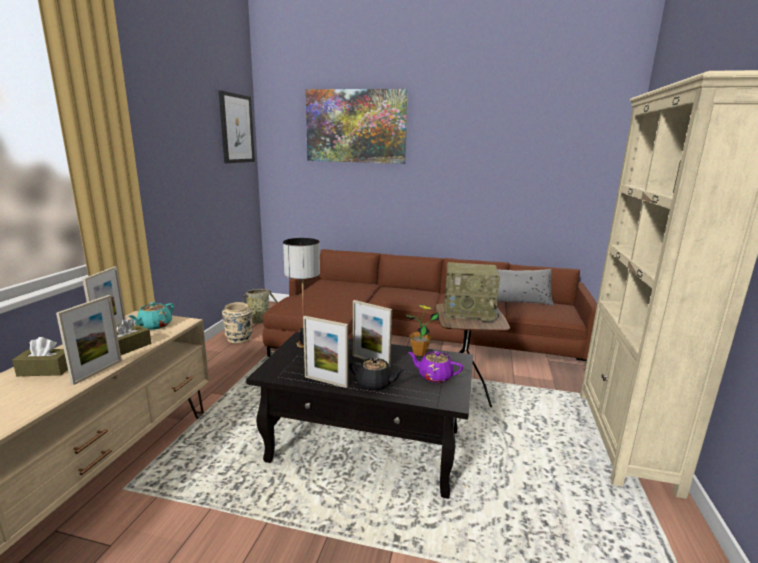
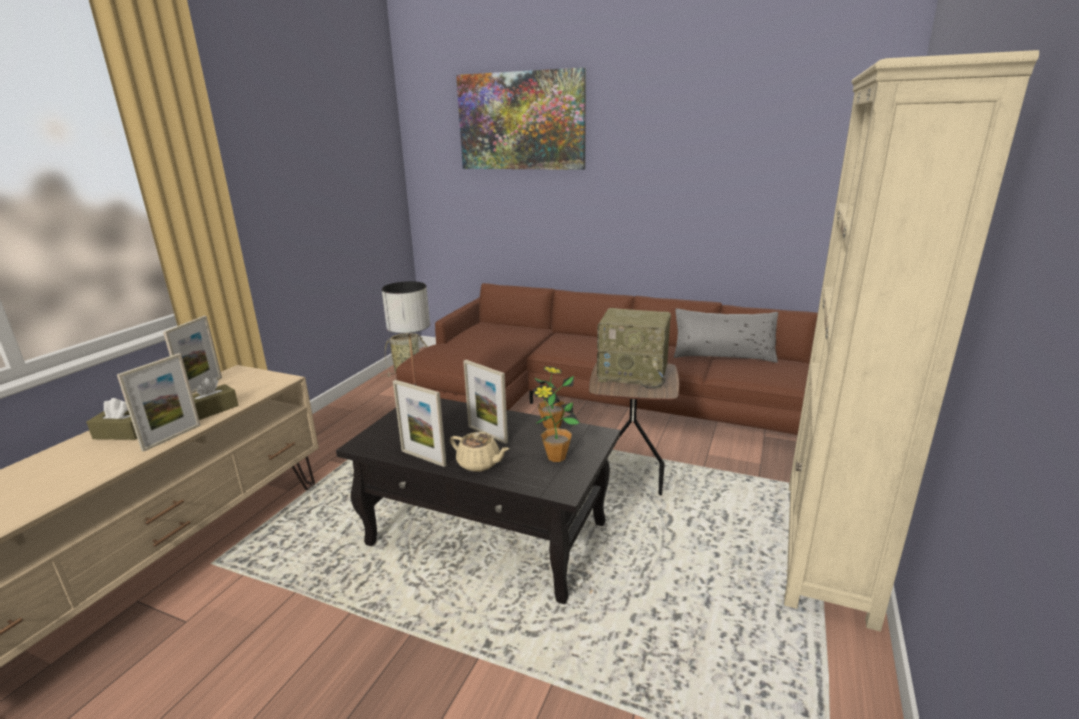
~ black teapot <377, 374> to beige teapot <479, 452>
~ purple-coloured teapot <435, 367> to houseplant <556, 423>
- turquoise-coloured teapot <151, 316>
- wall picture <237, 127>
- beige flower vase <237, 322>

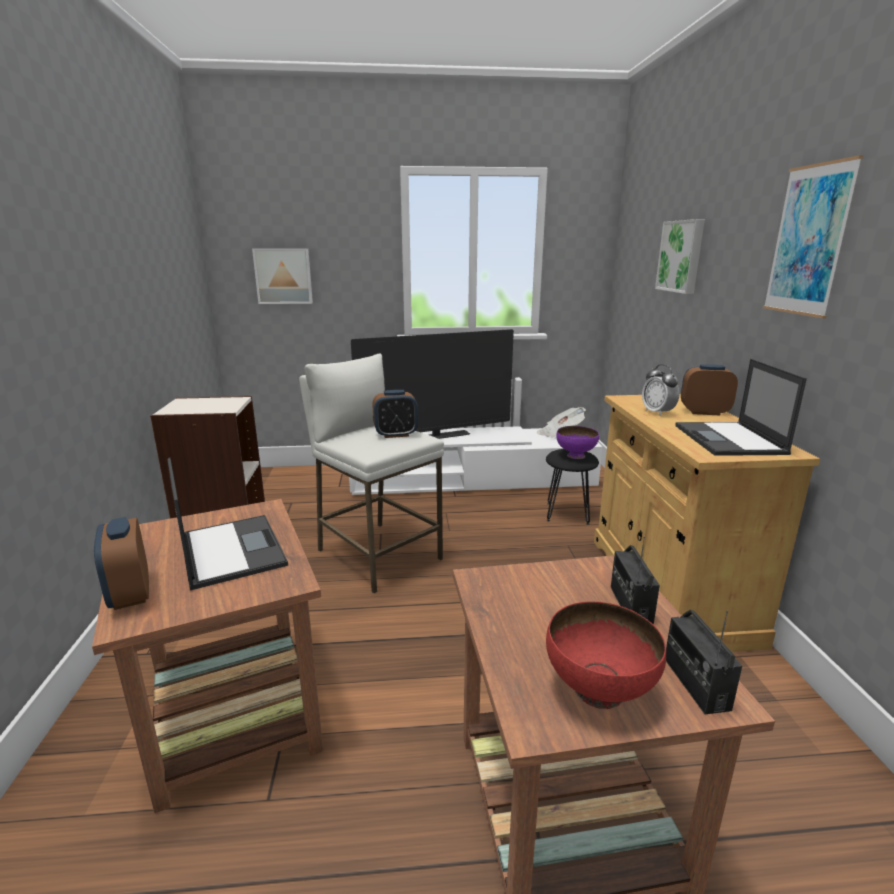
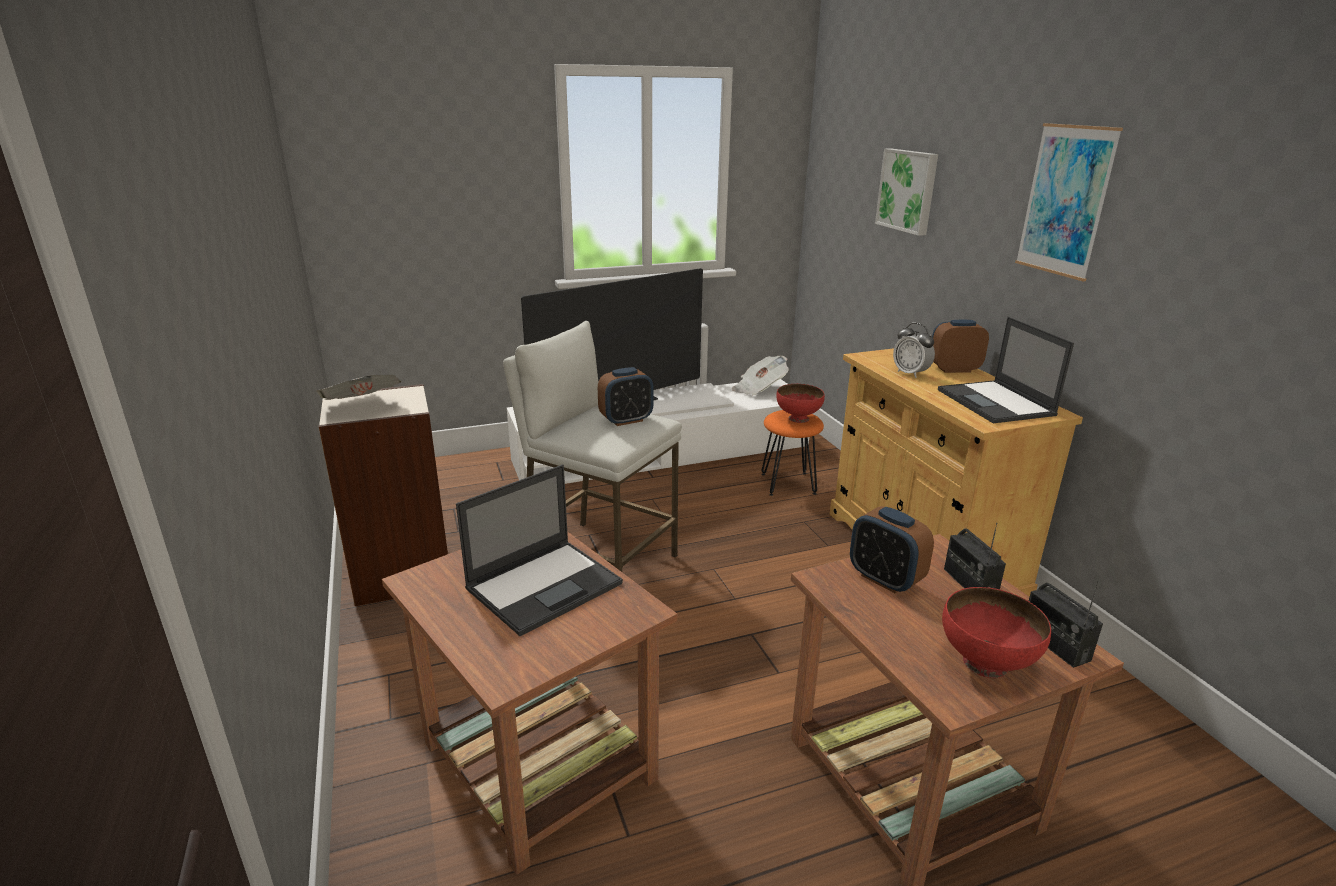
+ printed paper <359, 387>
~ laptop <227, 524> = <539, 550> 90 degrees clockwise
~ black sitting stool <572, 487> to orange sitting stool <792, 453>
~ purple-coloured deep dish <577, 442> to reddish deep dish <800, 403>
~ table clock <121, 563> to <892, 549>
- wall picture <282, 276>

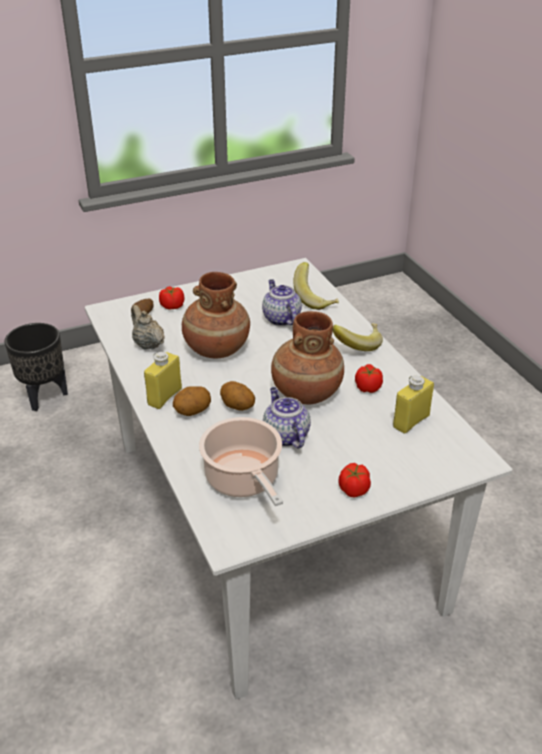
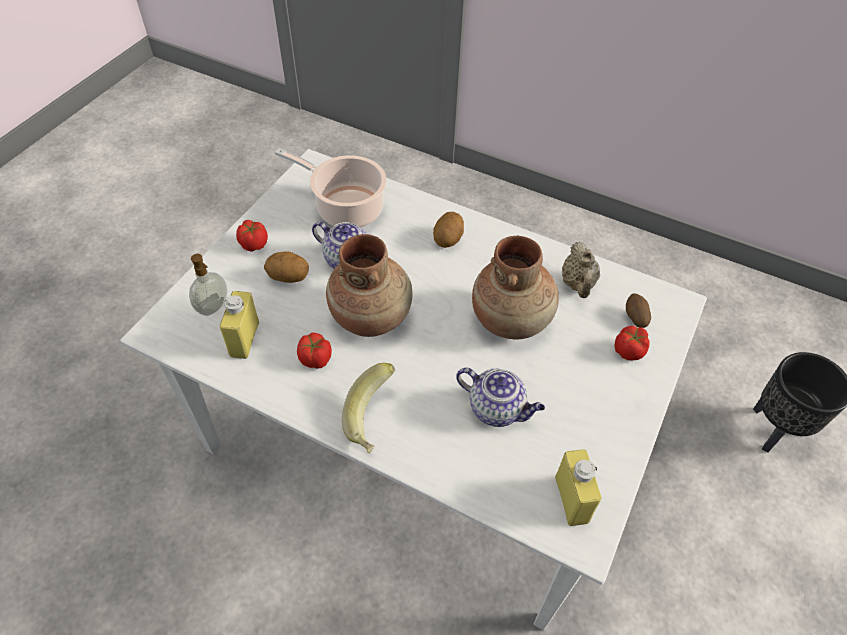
+ soap dispenser <208, 285>
~ potato <237, 396> to <286, 267>
~ yellow-coloured bottle <163, 380> to <578, 487>
~ beige teapot <148, 327> = <581, 270> 75 degrees clockwise
- banana <316, 286>

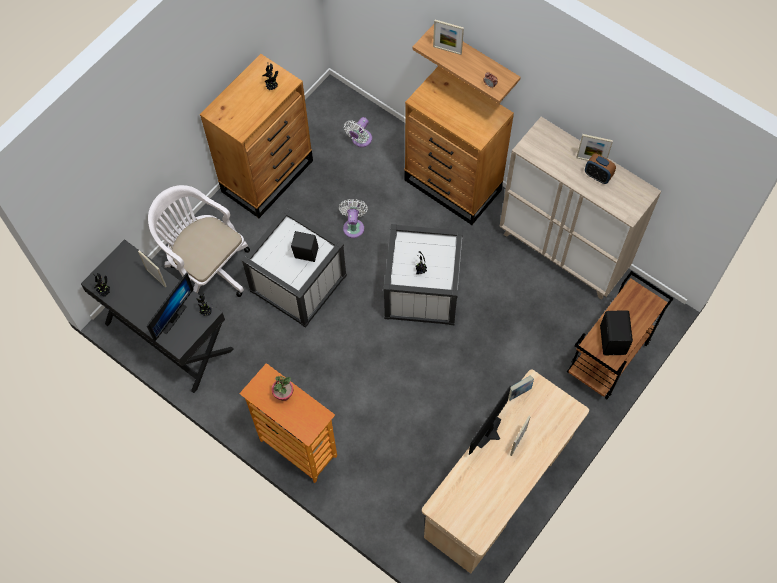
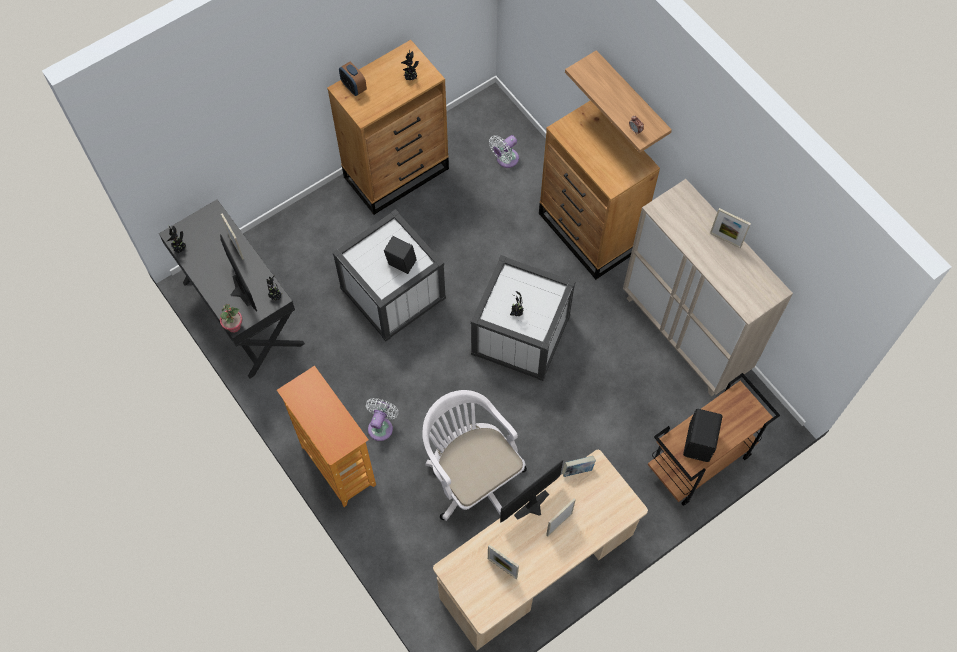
~ computer screen <170, 307> = <238, 273> 75 degrees counterclockwise
~ houseplant <283, 388> to <231, 318>
~ table clock <600, 168> to <353, 79>
~ white-coloured electric fan <353, 218> to <382, 419>
~ white-coloured office chair <199, 241> to <474, 455>
~ photo frame <448, 37> to <503, 562>

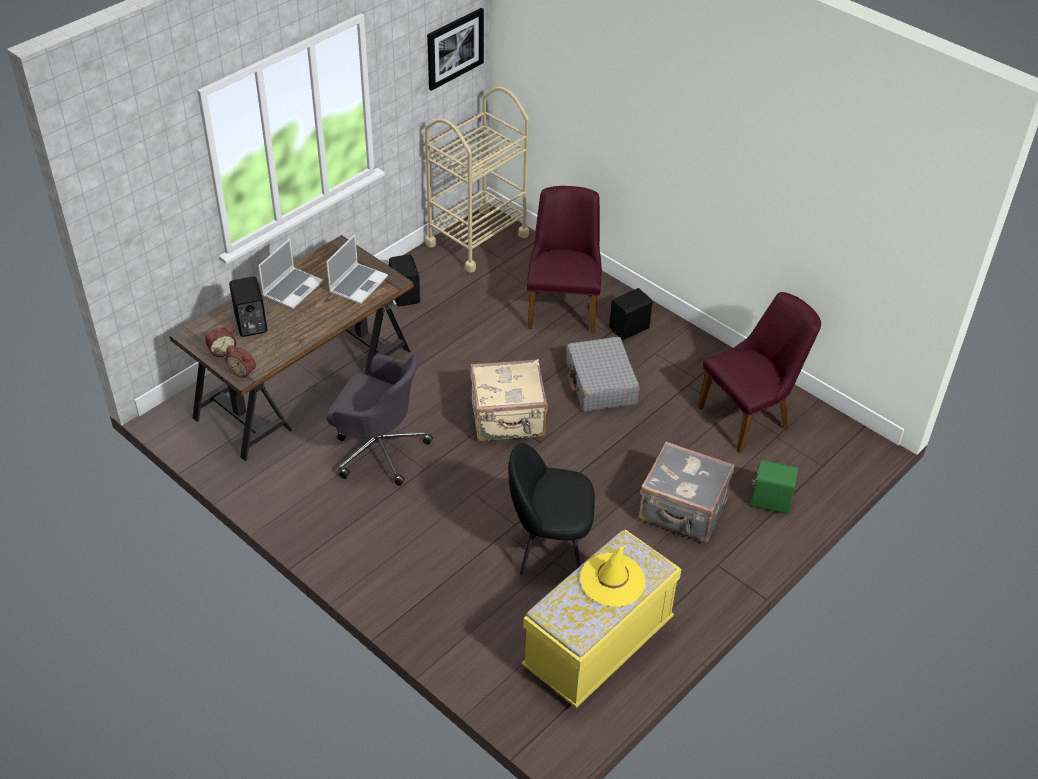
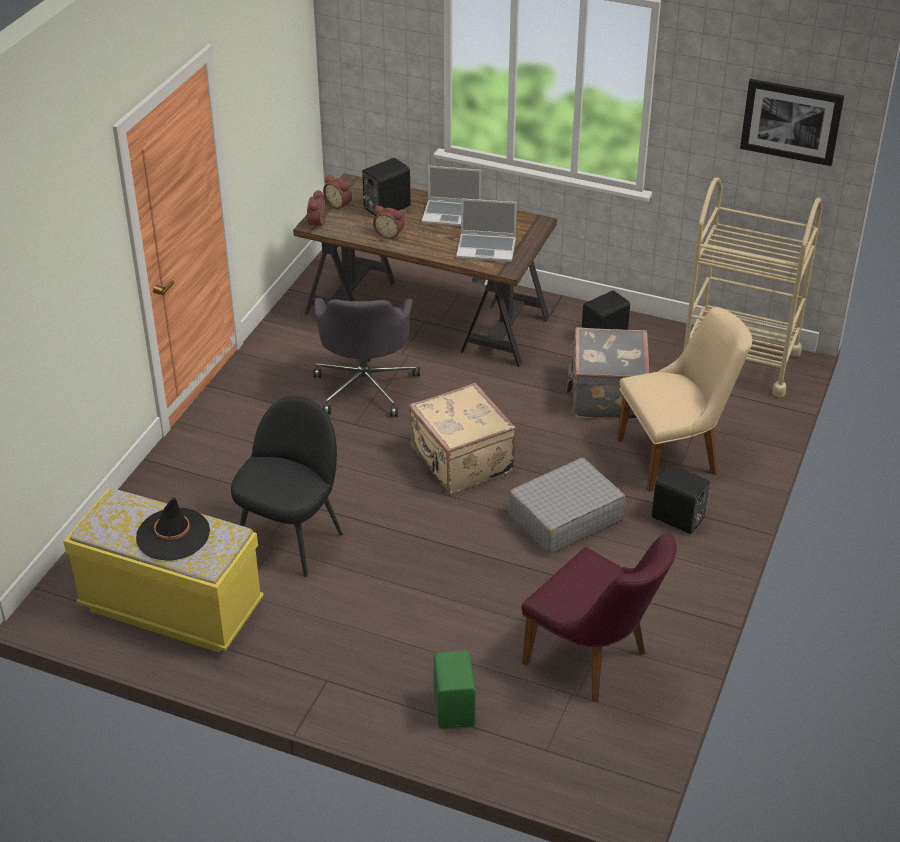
~ yellow-coloured hat <612, 576> to black hat <173, 529>
~ black chair <552, 509> = <287, 486> 45 degrees clockwise
+ table clock <388, 222>
~ gray piece of luggage <687, 492> to <607, 373>
~ purple-coloured chair <564, 259> to beige chair <684, 399>

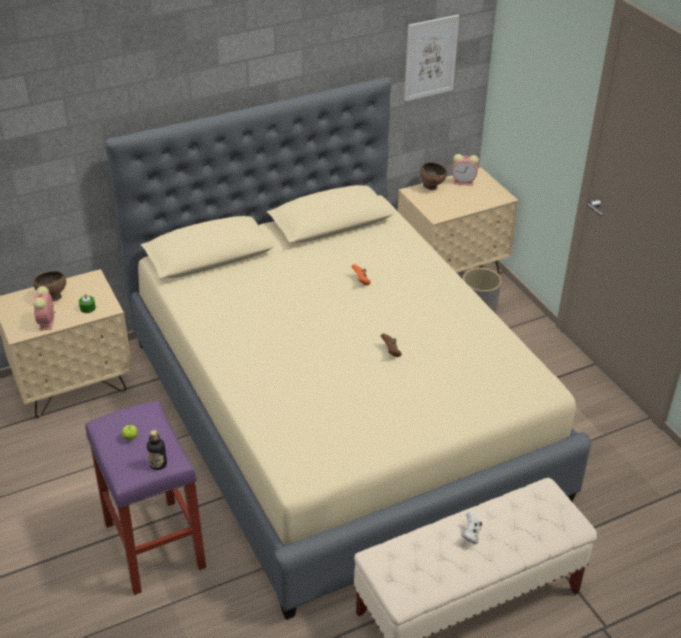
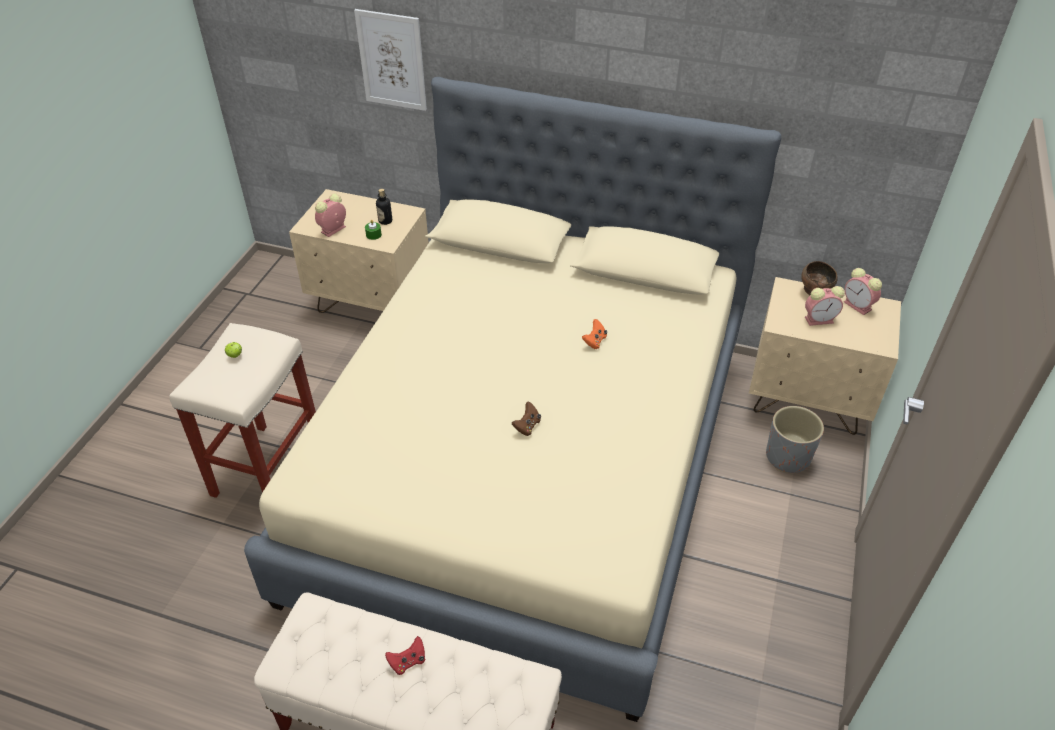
~ purple-coloured sitting stool <145, 497> to beige sitting stool <243, 410>
~ wall picture <431, 58> to <390, 60>
~ bottle <157, 450> to <384, 207>
~ white-coloured game controller <472, 528> to reddish game controller <405, 655>
+ table clock <825, 306>
- brown-coloured deep dish <49, 286>

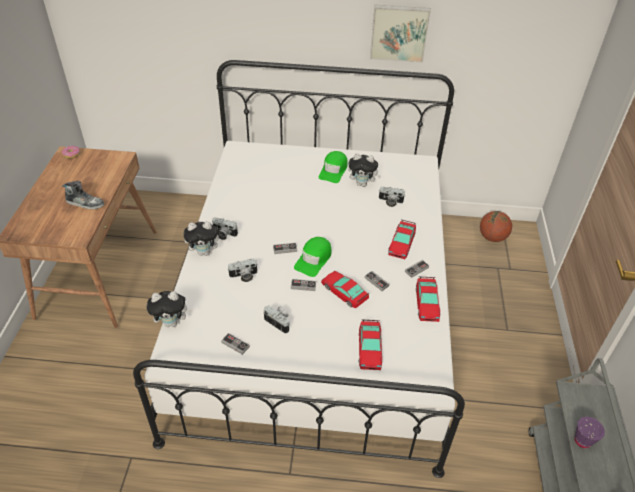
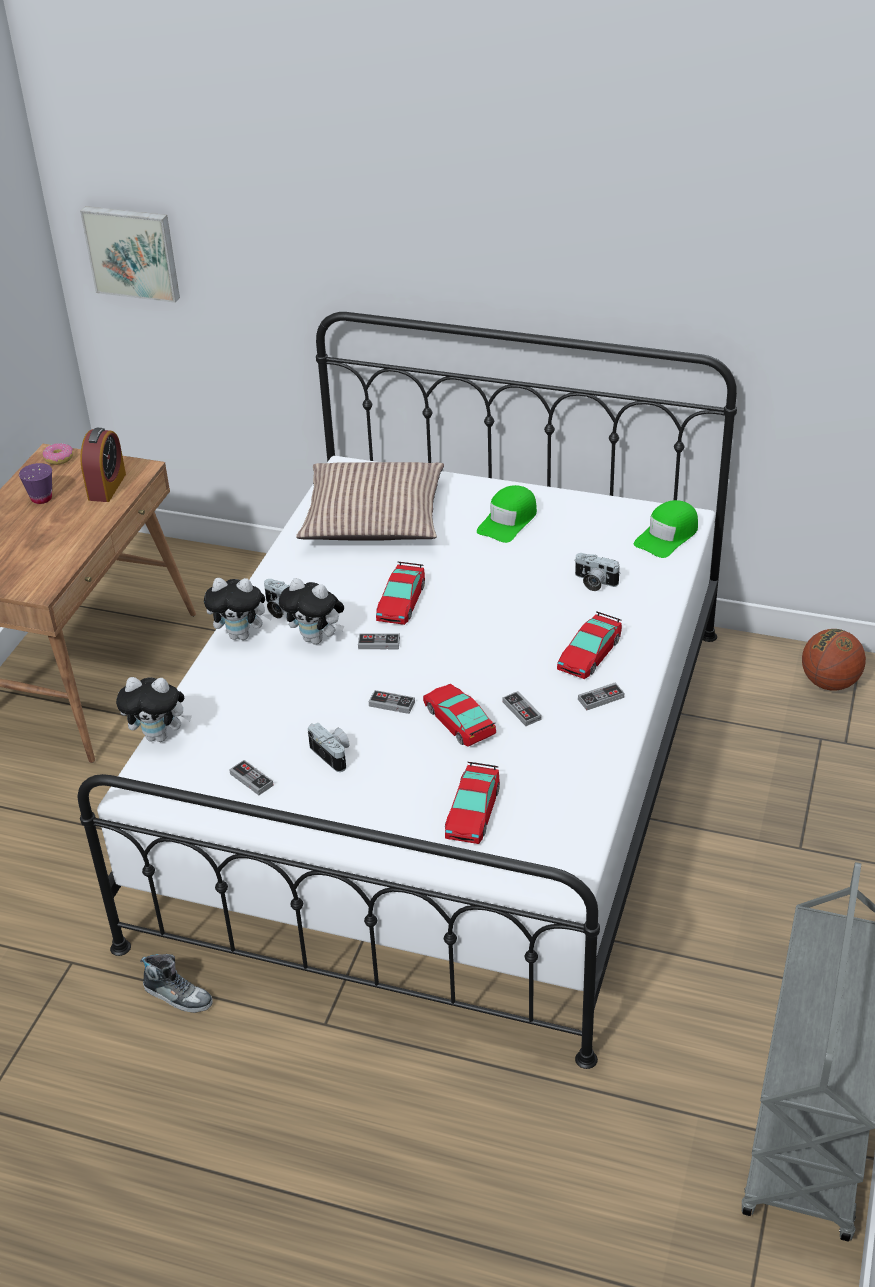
~ purple-coloured small cup <590, 432> to <35, 483>
~ wall picture <400, 33> to <130, 254>
+ table clock <103, 465>
~ item of footwear <83, 195> to <176, 983>
~ soft toy <364, 170> to <311, 611>
+ cushion <370, 501>
~ model car <428, 299> to <400, 593>
~ green-coloured baseball cap <313, 257> to <666, 529>
- photo camera <242, 270>

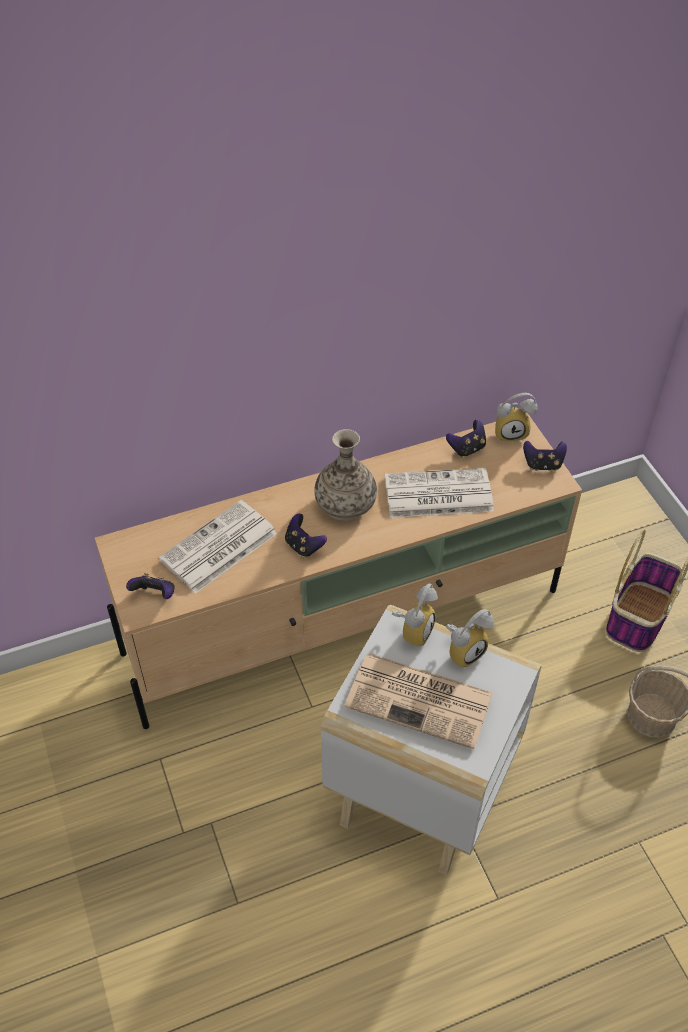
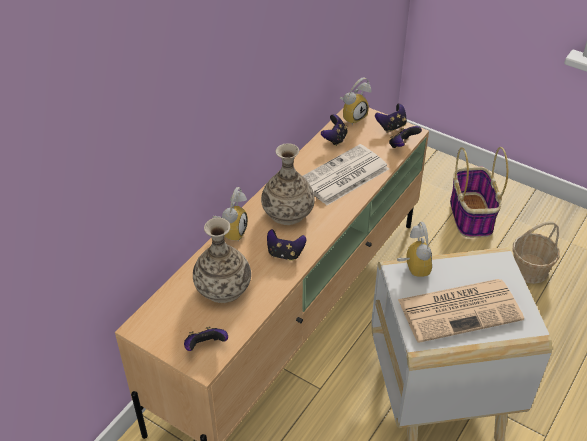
~ printed paper <218, 547> to flower vase <222, 260>
~ table clock <470, 638> to <230, 214>
+ game controller <405, 137>

